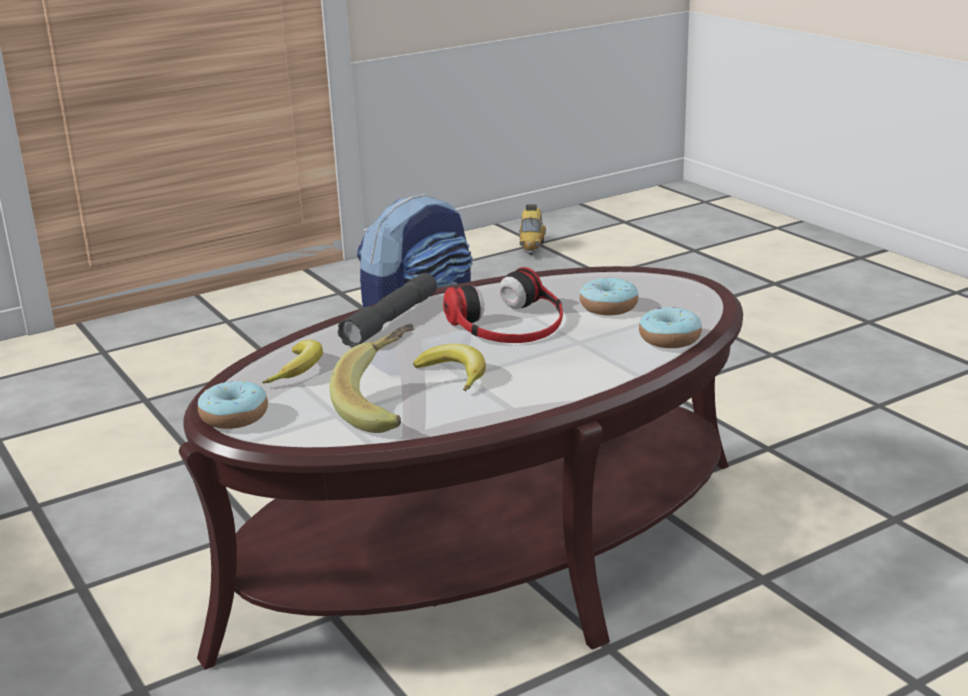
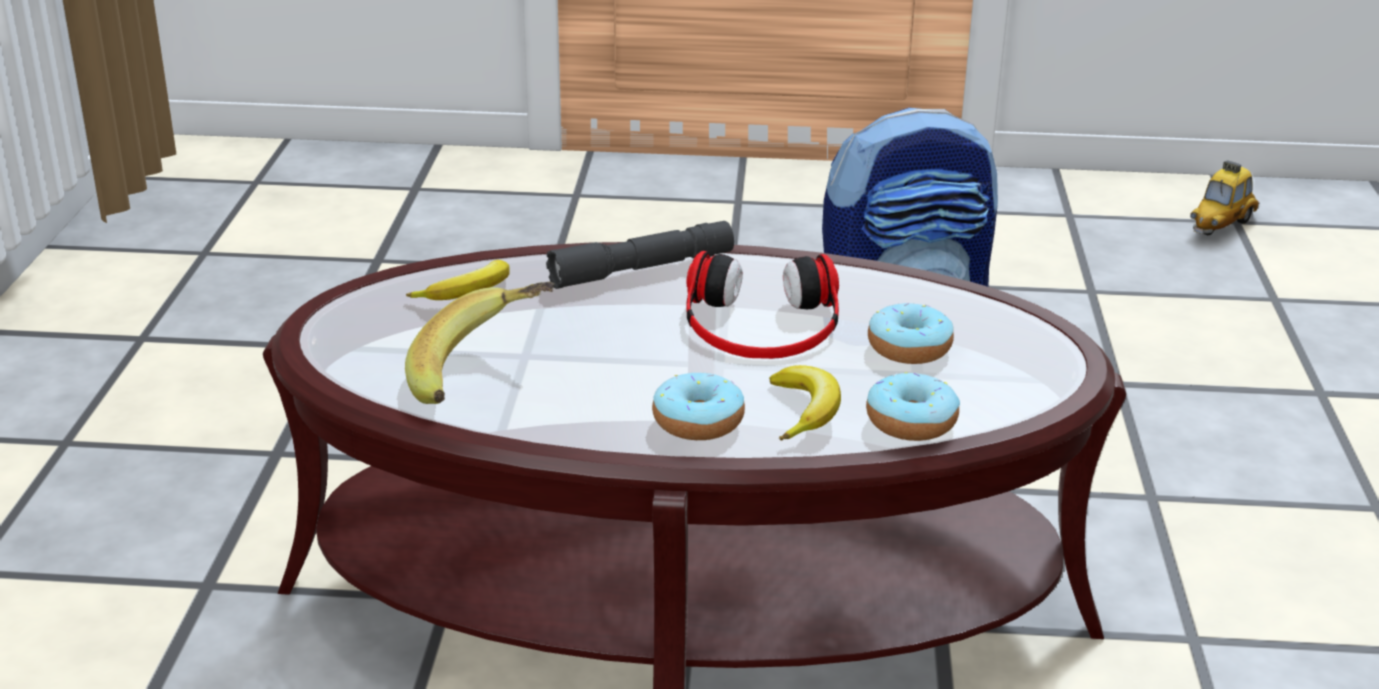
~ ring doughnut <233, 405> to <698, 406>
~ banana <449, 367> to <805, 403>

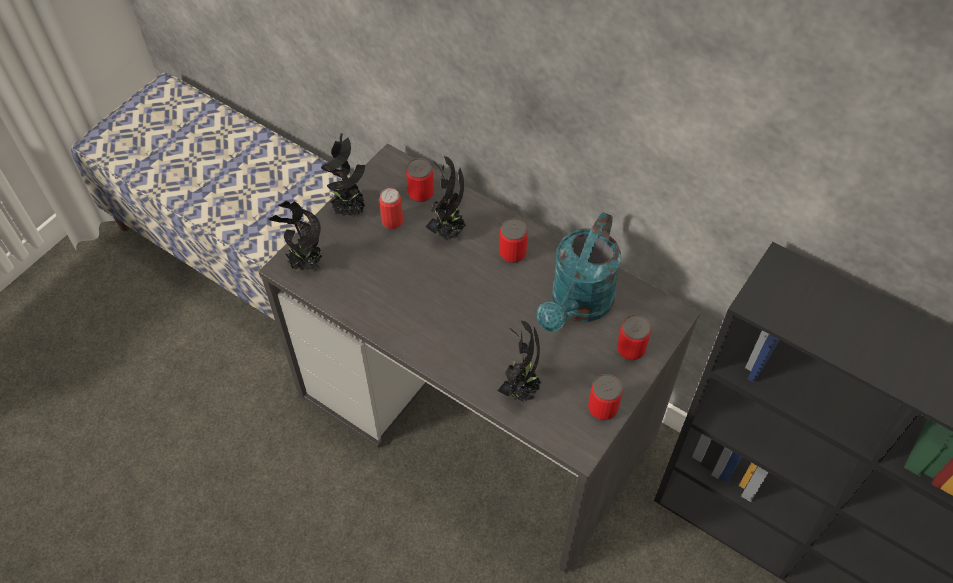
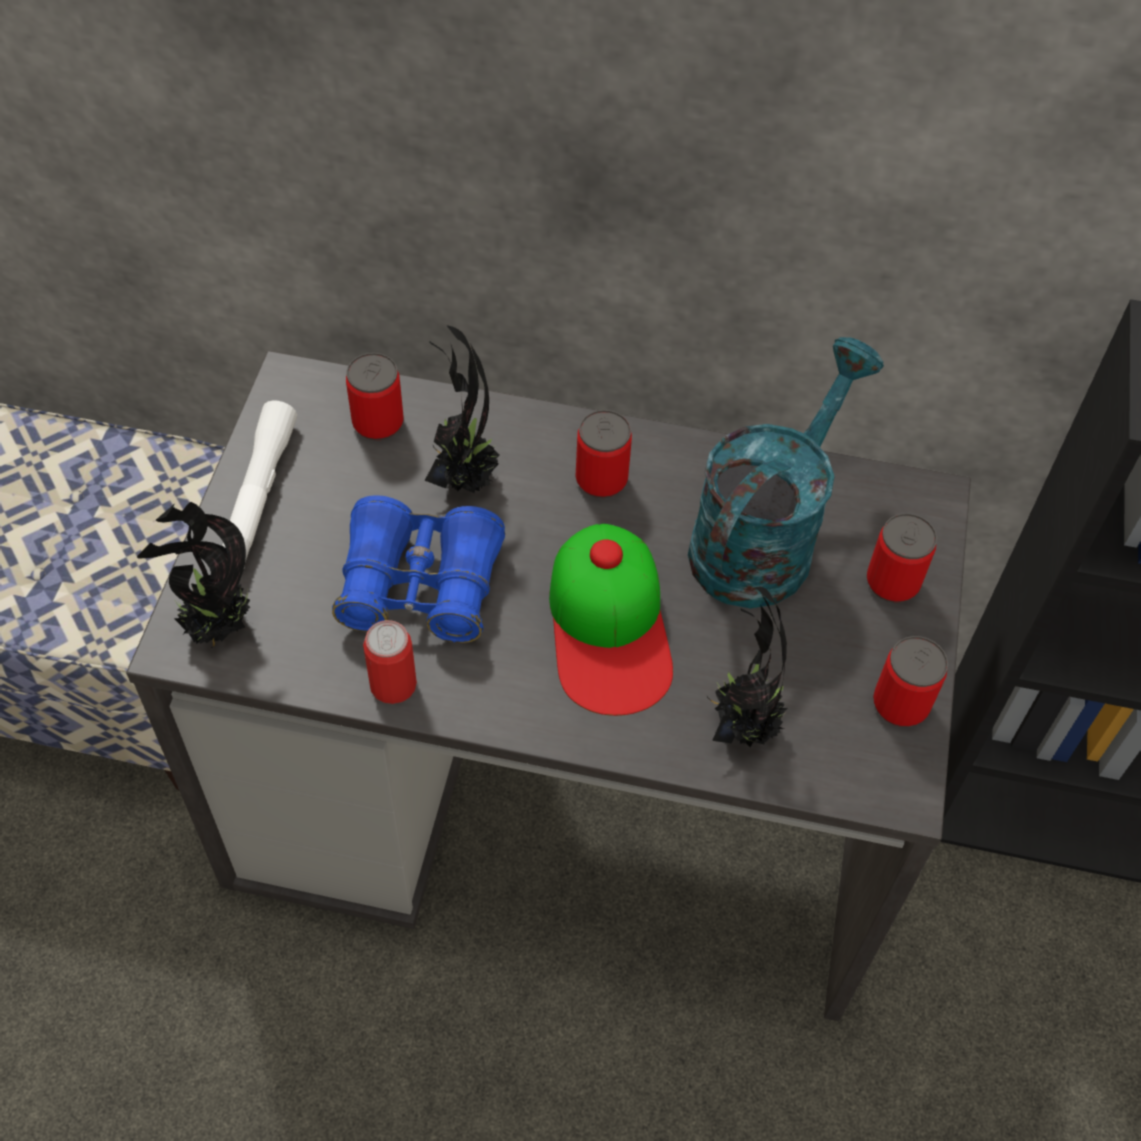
~ houseplant <343, 174> to white-coloured hand torch <259, 484>
+ blue binoculars <418, 569>
~ sealed can <391, 208> to <390, 662>
+ baseball cap <611, 620>
~ turquoise-coloured watering can <578, 271> = <786, 472> 150 degrees counterclockwise

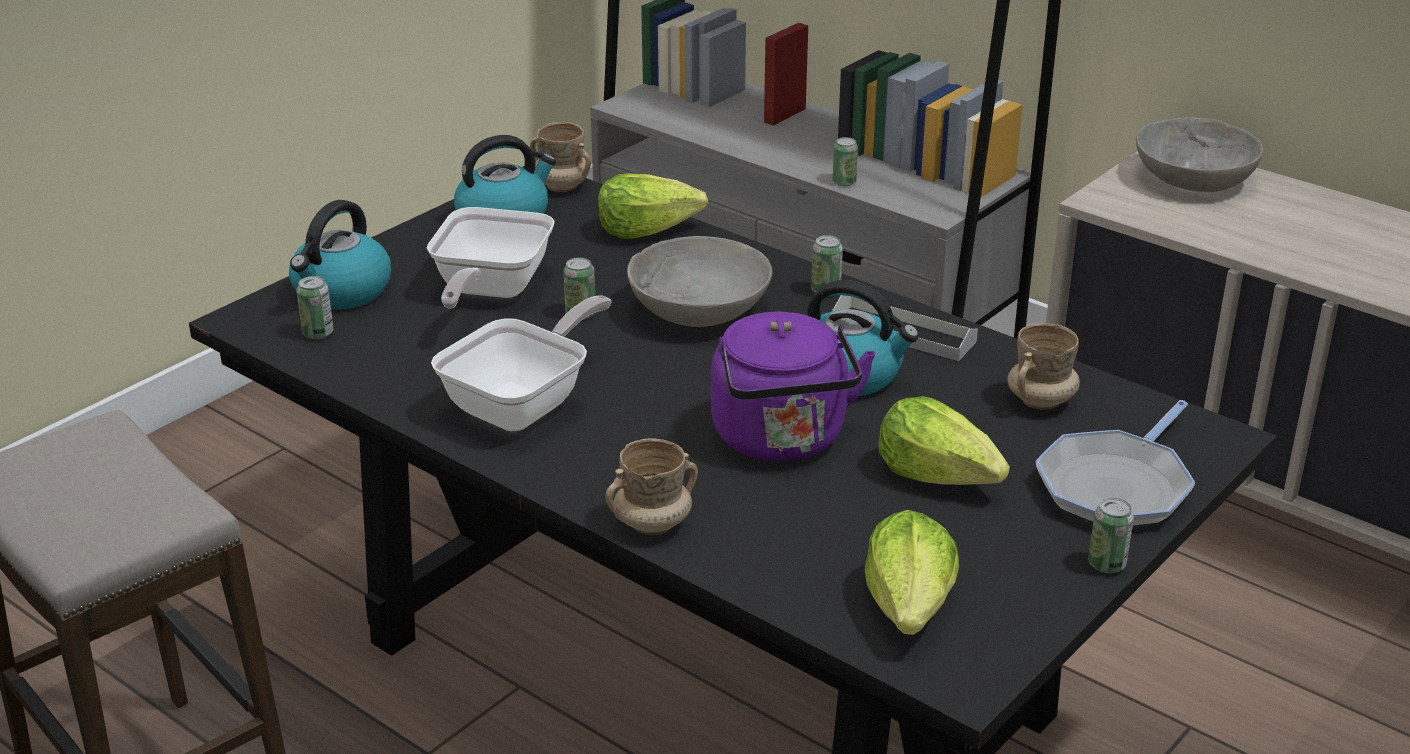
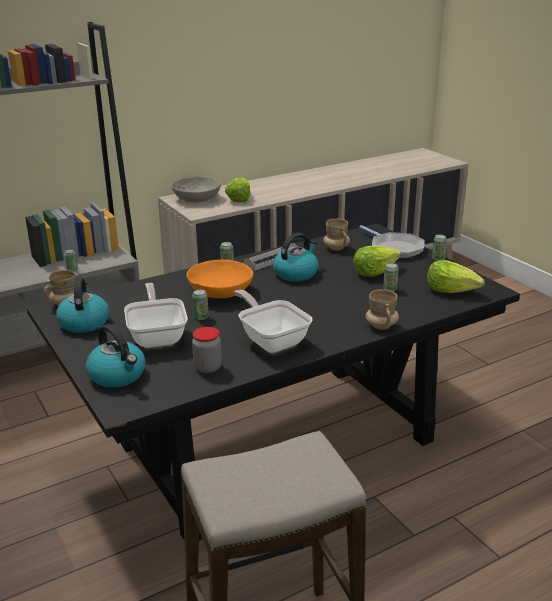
~ skillet <491, 258> = <156, 315> 135 degrees counterclockwise
~ gray deep dish <699, 281> to orange deep dish <220, 279>
+ storage jar <207, 350>
~ head of lettuce <653, 206> to <238, 190>
~ sealed can <315, 307> to <391, 277>
- purple-coloured kettle <793, 387>

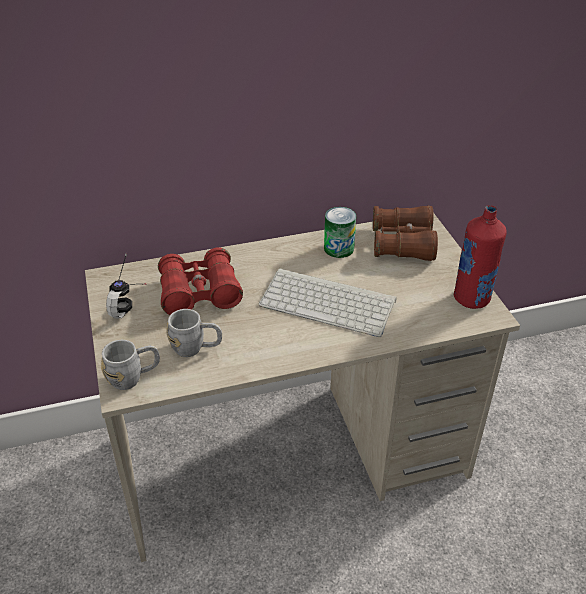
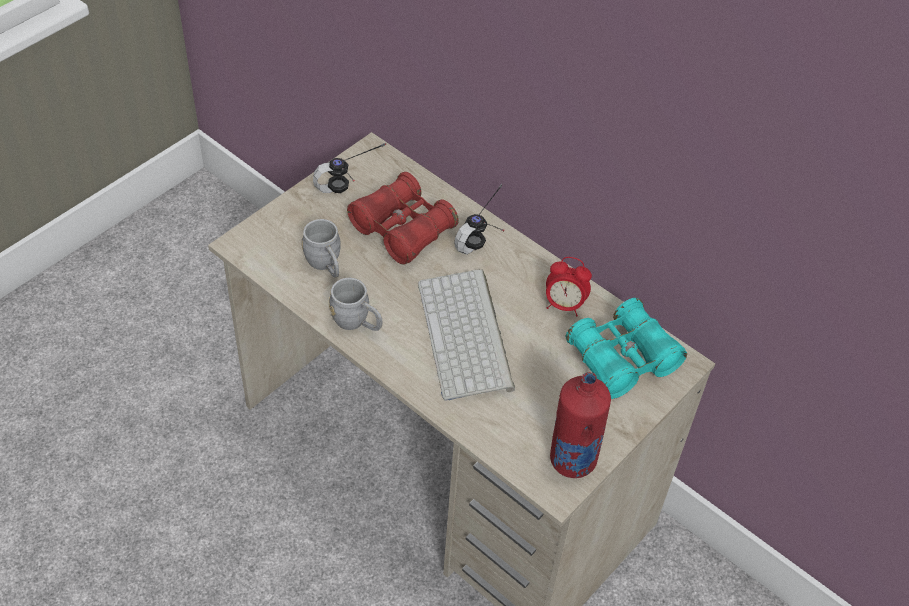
~ gray mug <130, 365> to <355, 304>
+ headset <479, 219>
~ sealed can <340, 232> to table clock <569, 286>
~ brown-coloured binoculars <405, 233> to turquoise-coloured binoculars <626, 348>

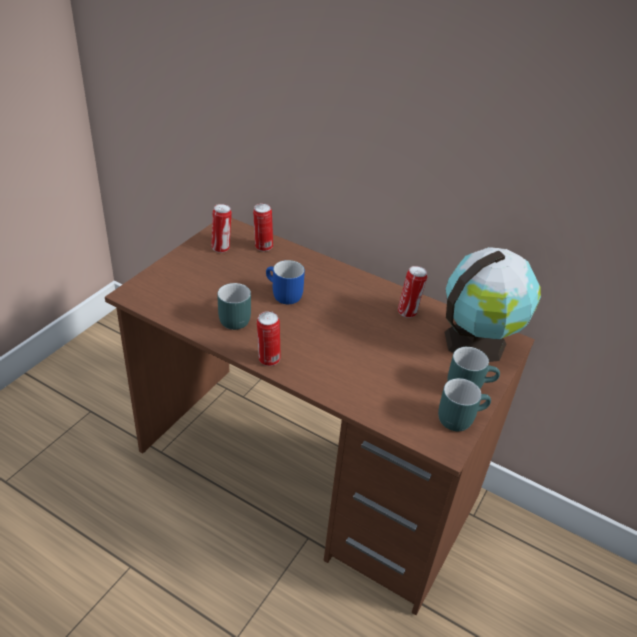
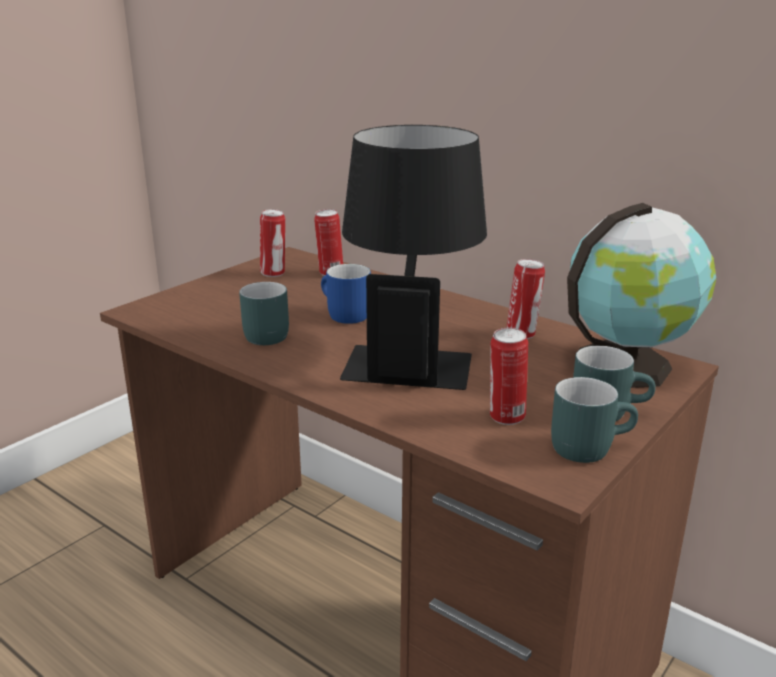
+ black lamp for a table <413, 257>
~ sealed can <269, 338> to <509, 376>

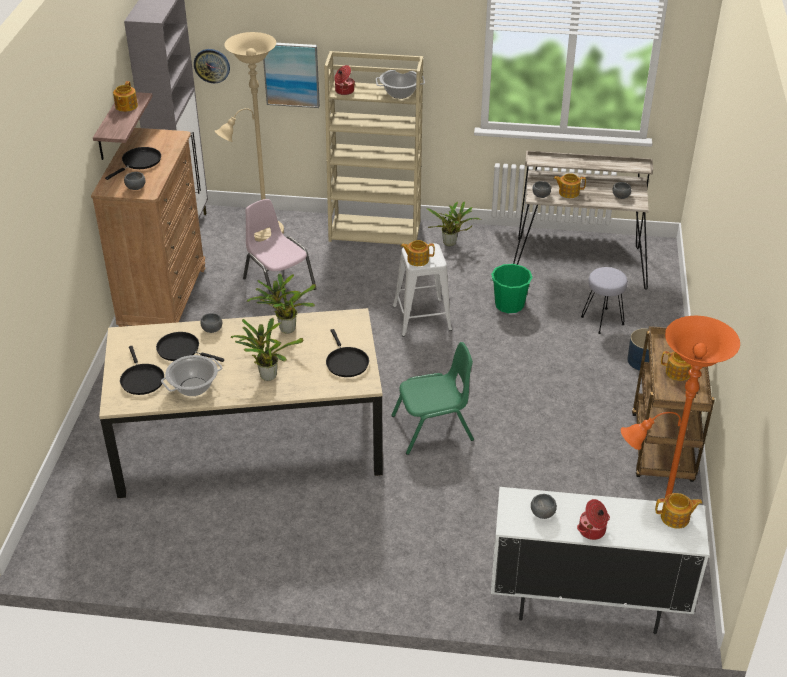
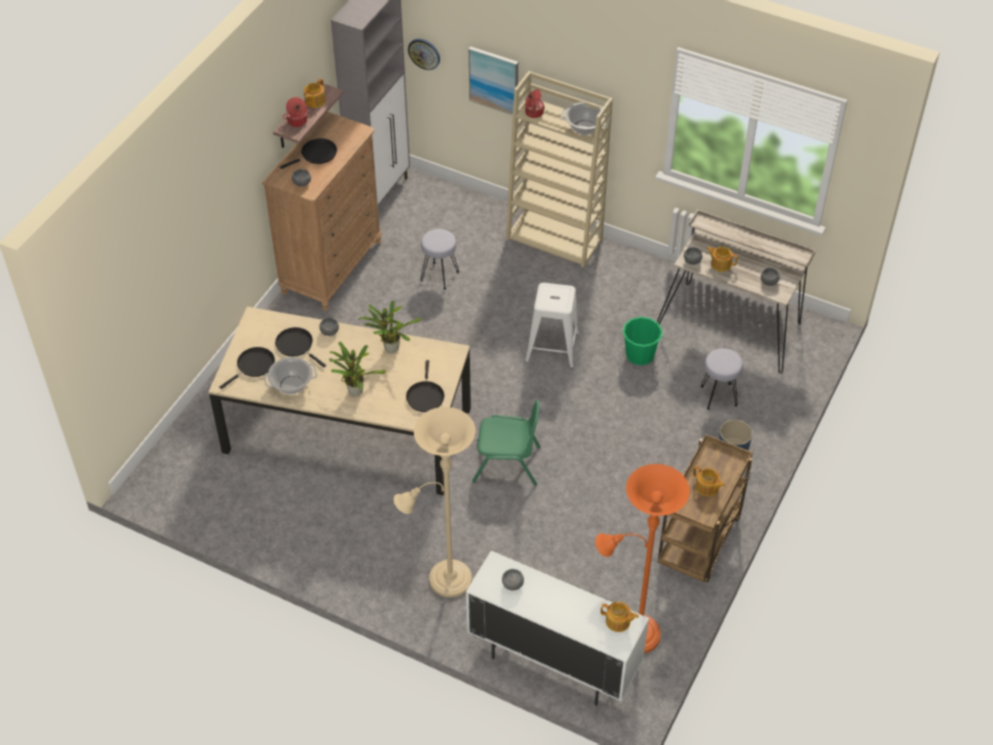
~ black skillet <142, 370> = <247, 368> 135 degrees counterclockwise
~ saucepot <593, 519> to <297, 112>
~ beige floor lamp <249, 137> to <434, 502>
~ pink chair <280, 253> to gray sitting stool <439, 259>
- teapot <417, 253>
- houseplant <453, 223>

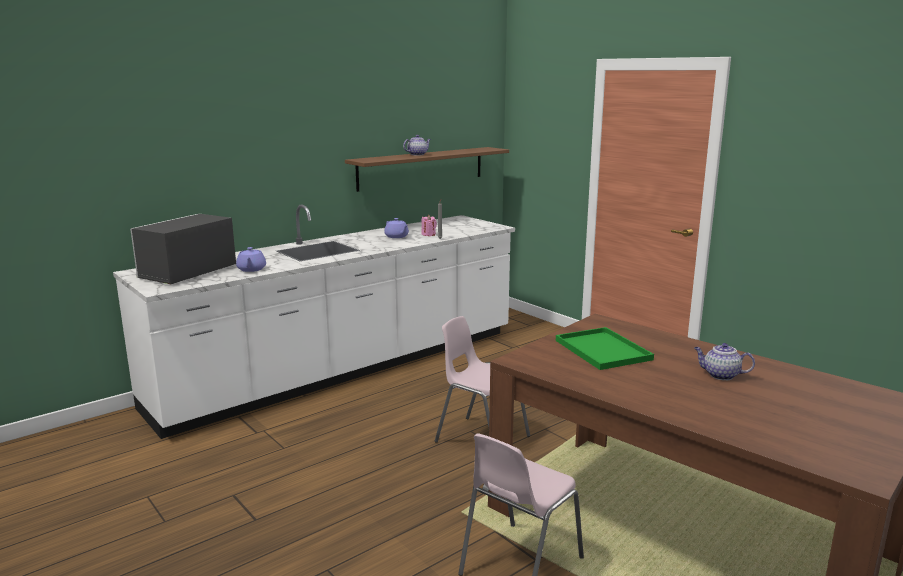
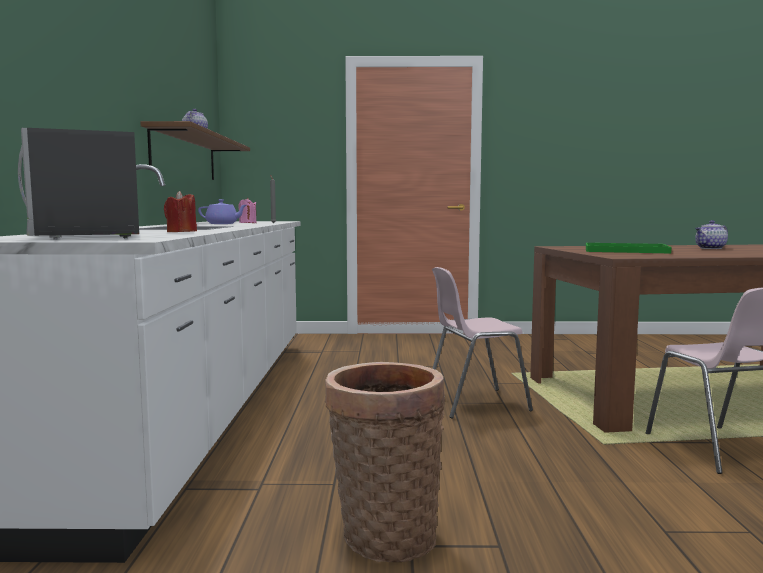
~ purple-coloured teapot <251, 259> to reddish wax candle <180, 211>
+ household basket <385, 462>

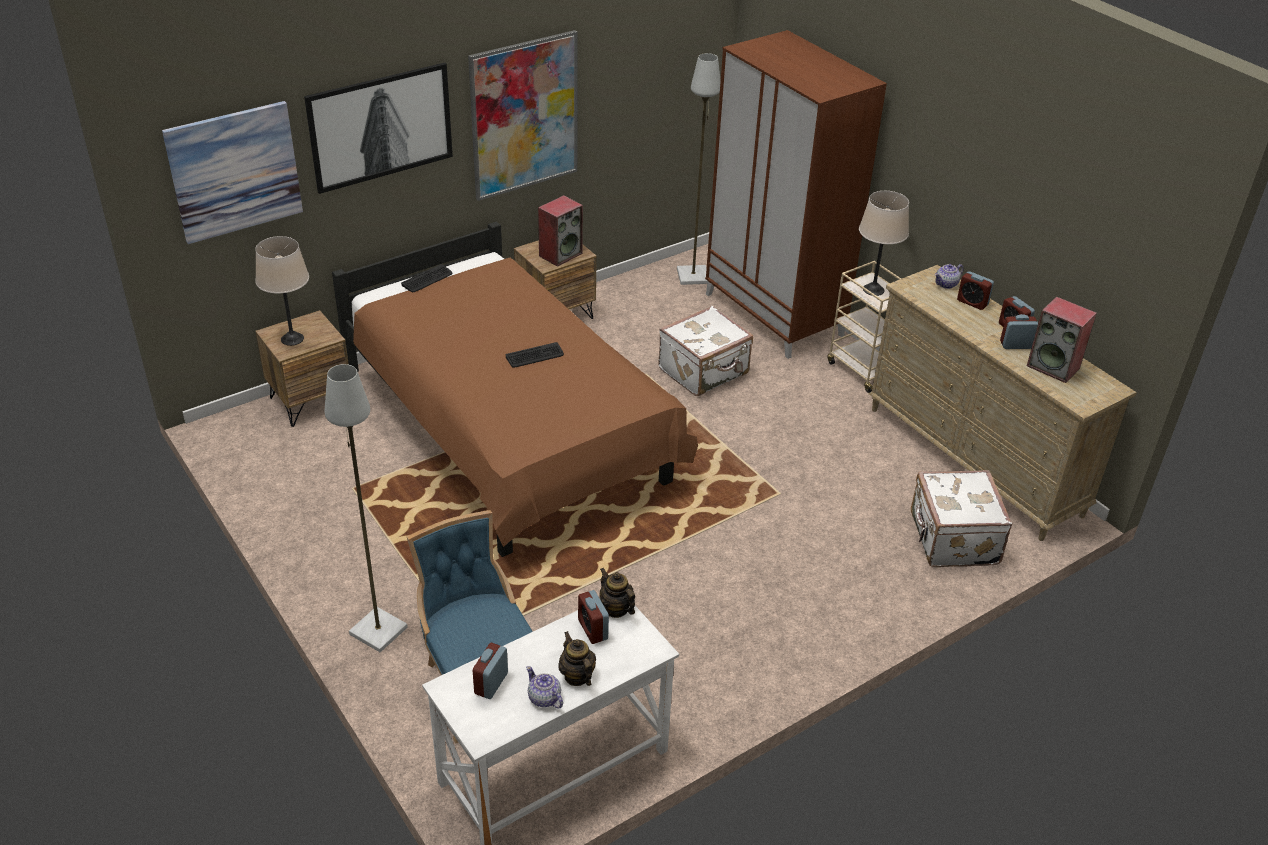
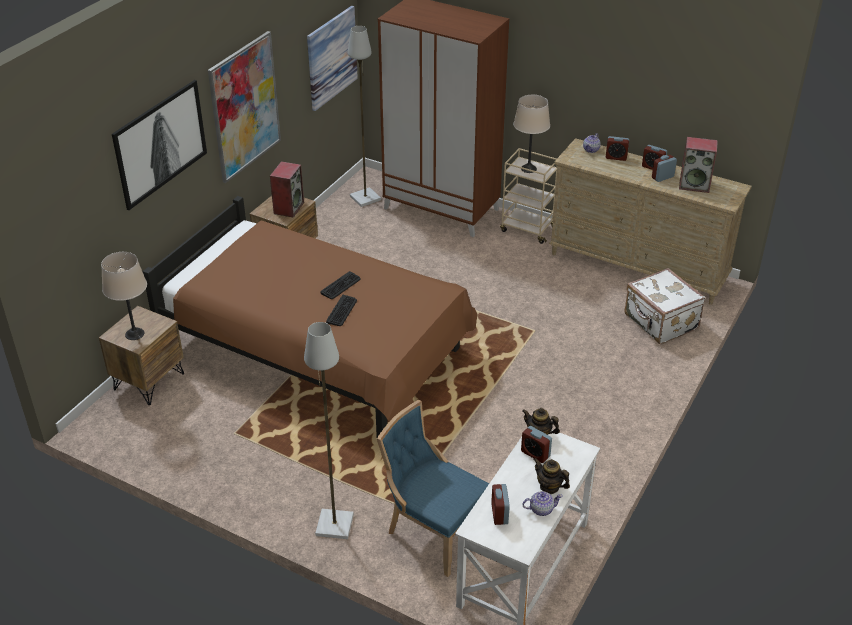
~ wall picture <232, 172> to <332, 58>
~ keyboard <427, 278> to <341, 310>
~ teapot <544, 687> = <542, 503> 150 degrees clockwise
- white-coloured piece of luggage <706, 351>

